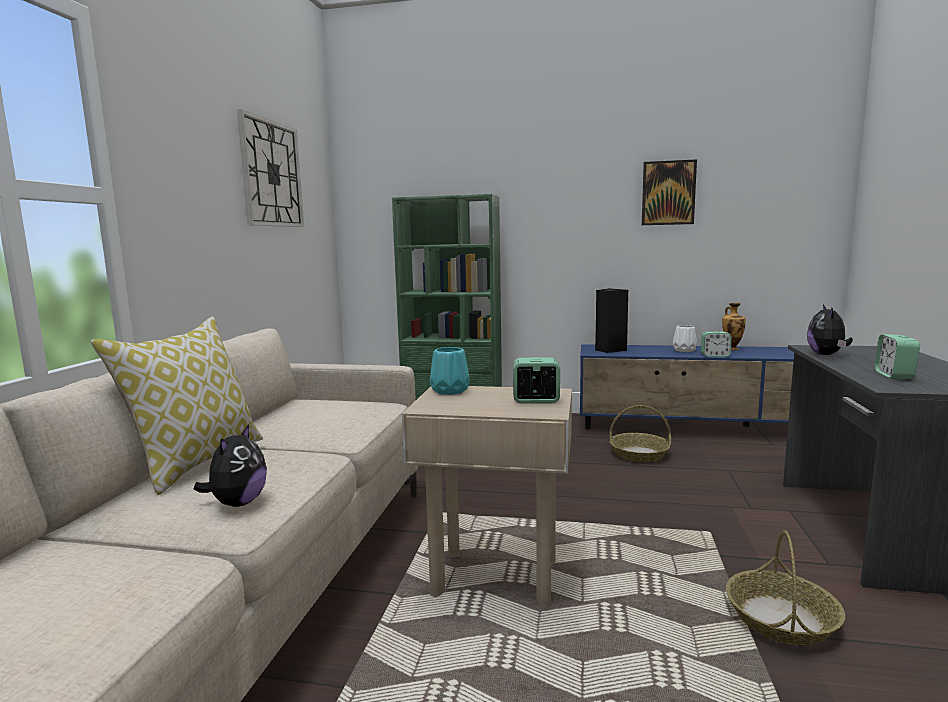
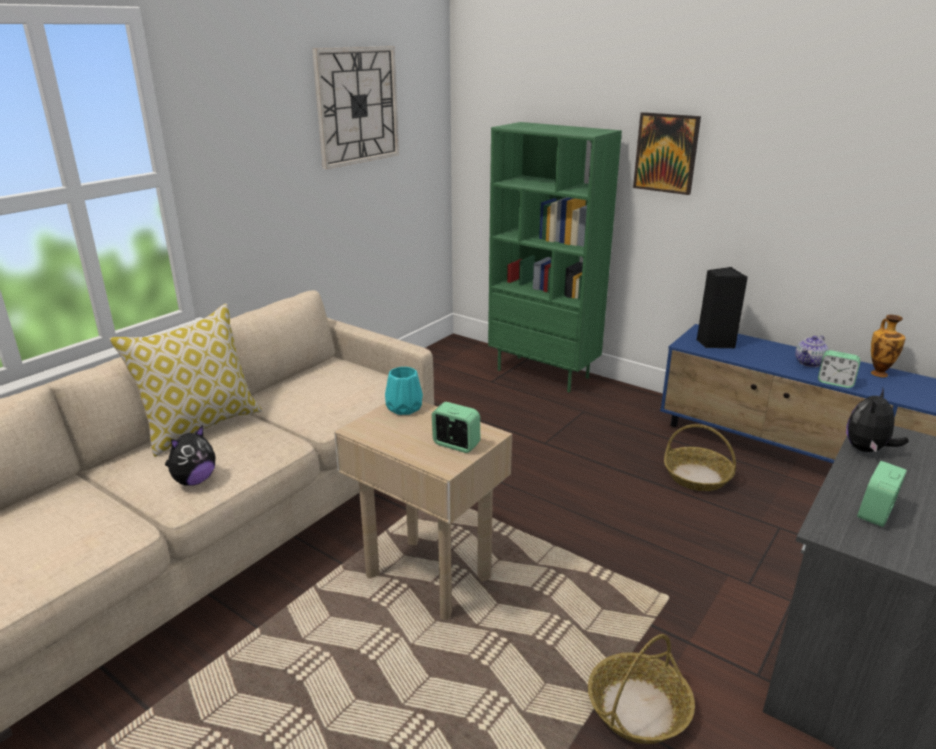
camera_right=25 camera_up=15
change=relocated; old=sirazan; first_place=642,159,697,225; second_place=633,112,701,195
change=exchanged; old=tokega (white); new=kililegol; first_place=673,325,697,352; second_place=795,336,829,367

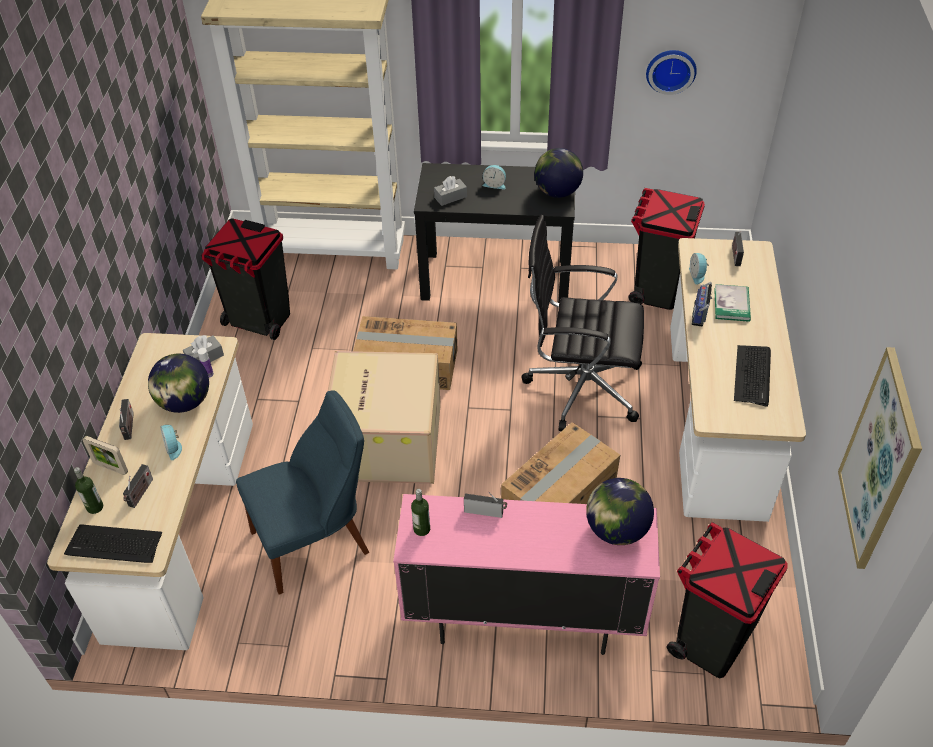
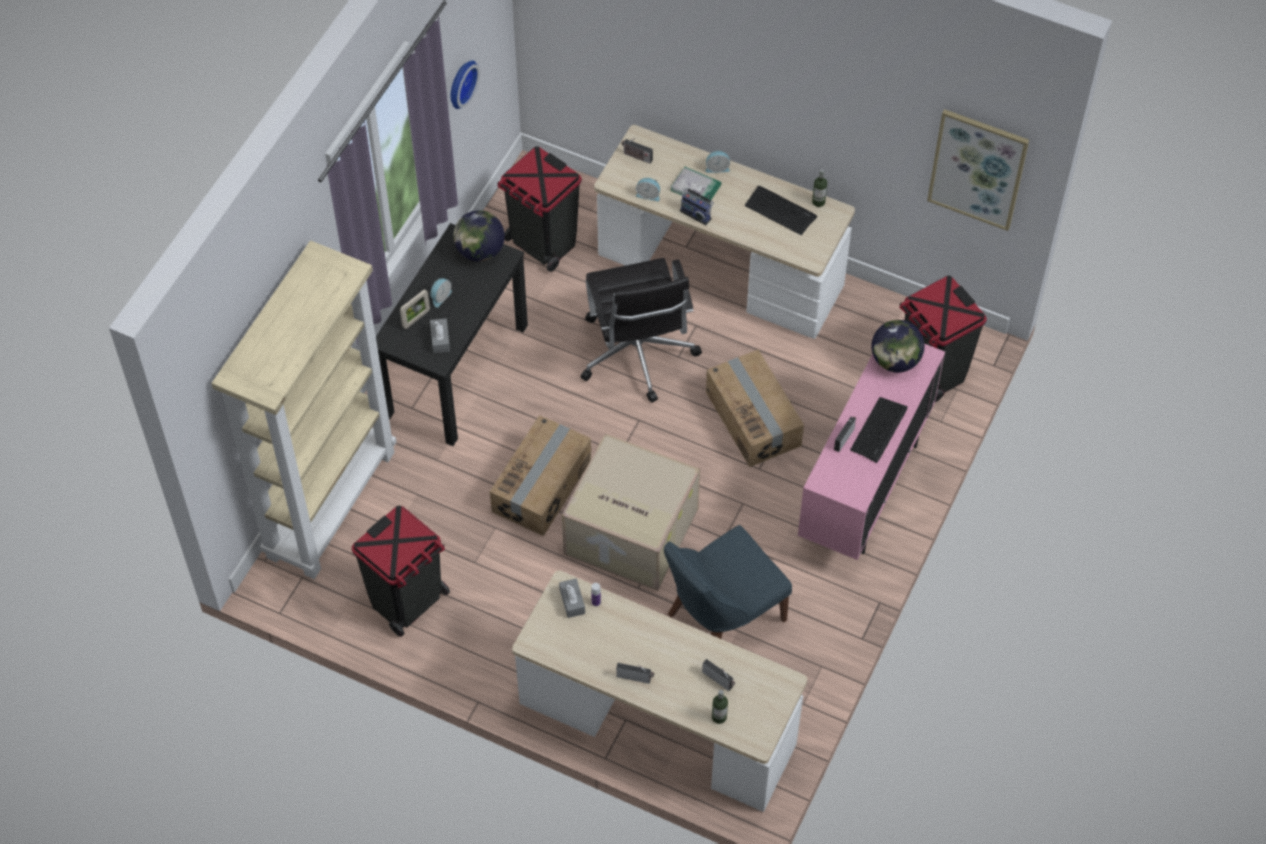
camera_right=-70 camera_up=10
change=missing; old=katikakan; first_place=148,354,209,413
change=relocated; old=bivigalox; first_place=64,524,162,563; second_place=850,397,908,463
change=relocated; old=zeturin; first_place=82,436,128,475; second_place=400,289,430,329
change=relocated; old=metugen; first_place=160,425,182,460; second_place=705,151,730,173
change=relocated; old=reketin; first_place=411,489,430,536; second_place=812,169,827,207
change=spun; old=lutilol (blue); first_place=236,390,369,595; second_place=664,525,792,639; degrees=-120
change=spun; old=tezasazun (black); first_place=521,214,644,431; second_place=581,258,702,403; degrees=-45

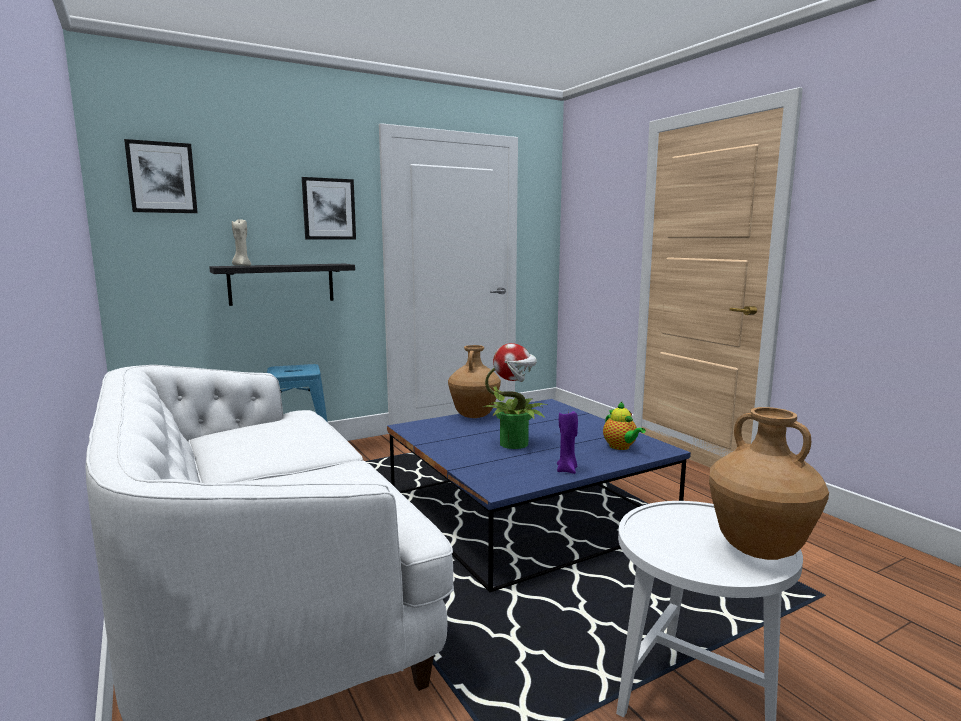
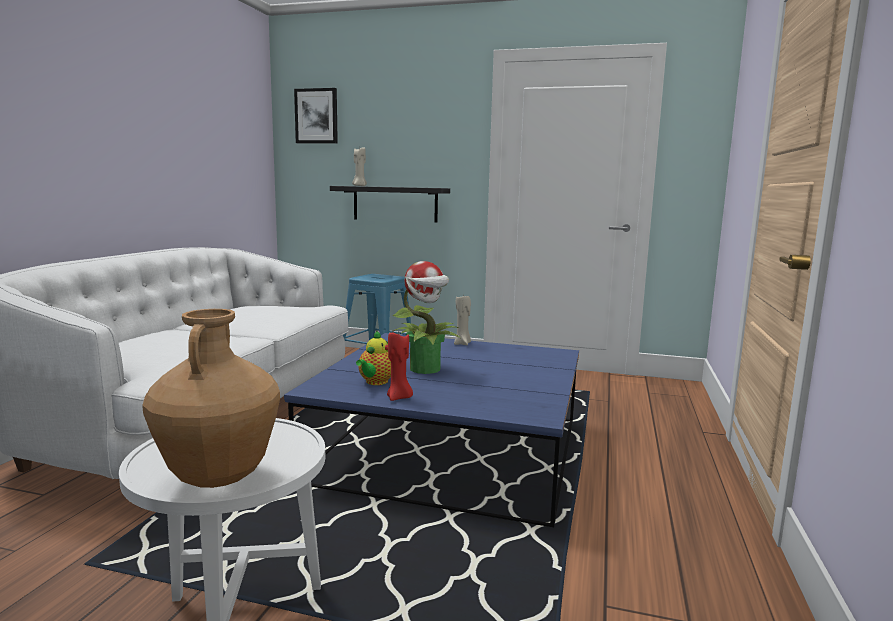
camera_right=45 camera_up=0
change=missing; old=sirazan; first_place=302,177,356,240
change=relocated; old=kililegol; first_place=603,402,646,450; second_place=356,330,391,385
change=exchanged; old=tokega (brown); new=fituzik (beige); first_place=448,345,501,418; second_place=454,294,471,345
change=colour; old=fituzik (purple); new=fituzik (red); first_place=557,409,578,474; second_place=387,332,413,401

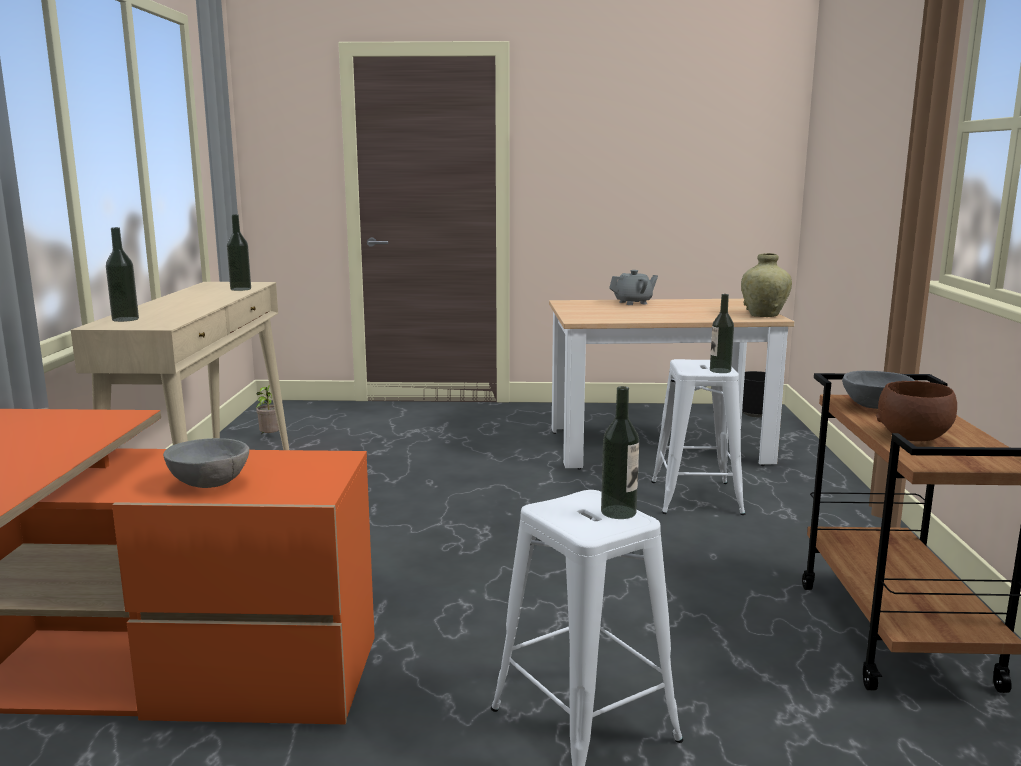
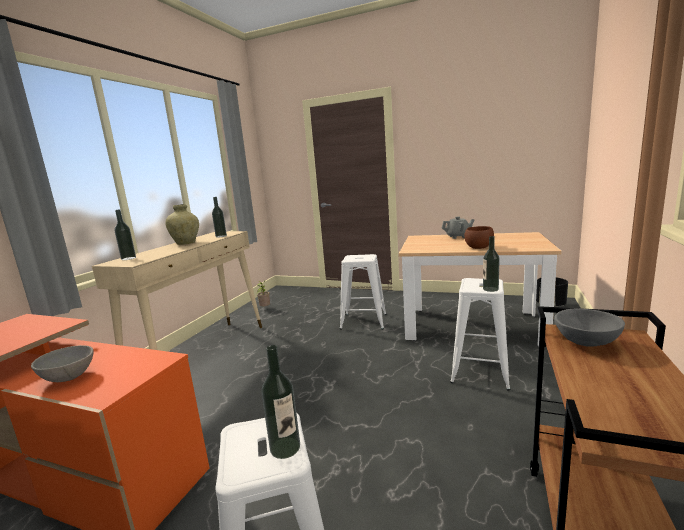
camera_right=20 camera_up=0
change=appeared; new=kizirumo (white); second_place=340,254,386,330
change=relocated; old=tokega (beige); first_place=741,253,792,317; second_place=165,204,199,245
change=relocated; old=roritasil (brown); first_place=876,381,957,441; second_place=464,226,494,249

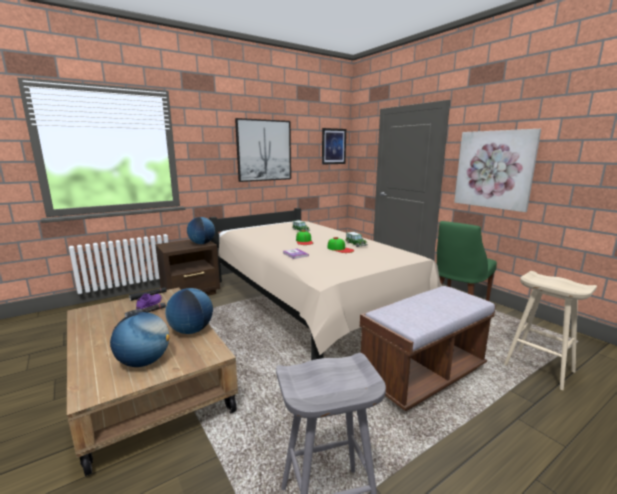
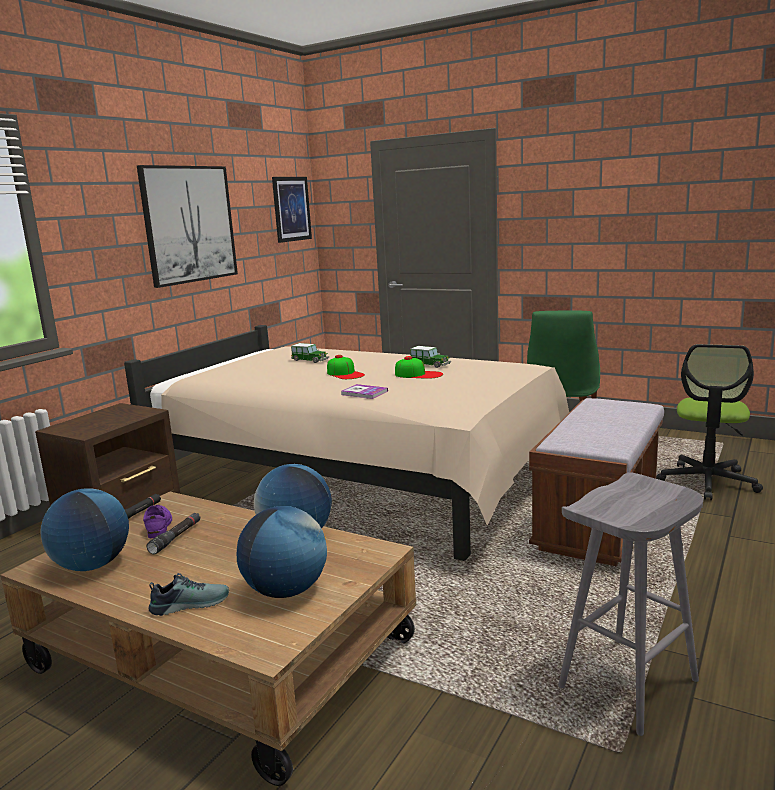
camera_right=-25 camera_up=0
change=missing; old=sirazan; first_place=454,129,541,212
change=appeared; new=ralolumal; second_place=149,573,229,616
change=relocated; old=katikakan; first_place=187,217,215,244; second_place=40,488,129,571
change=exchanged; old=kizirumo (beige); new=tezasazun; first_place=504,271,597,390; second_place=656,344,763,500

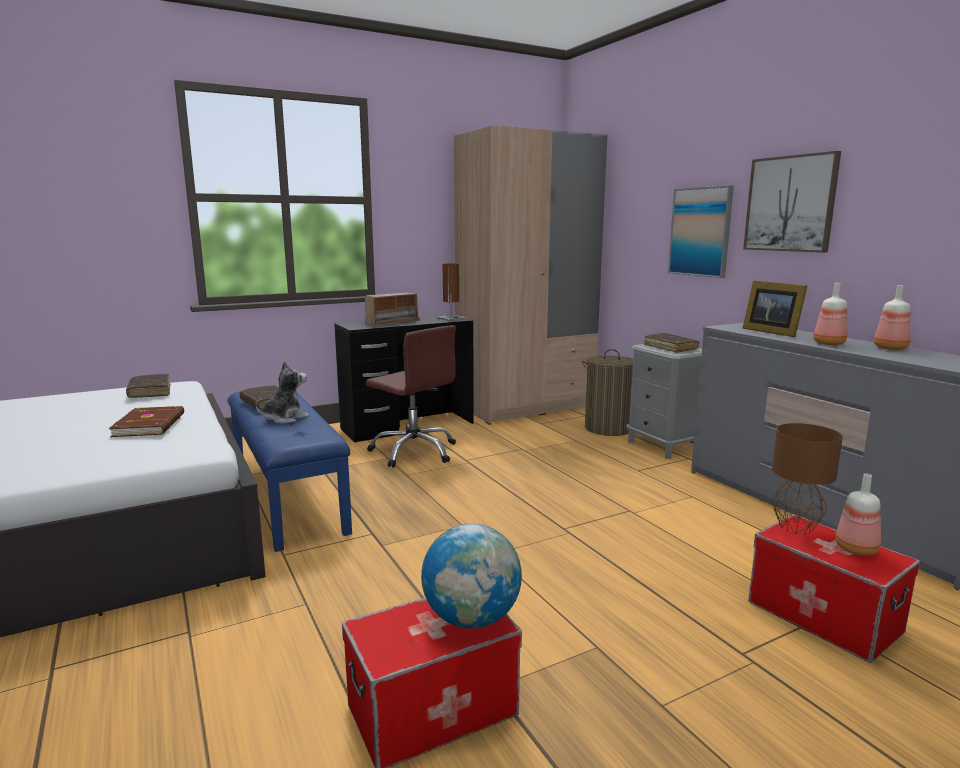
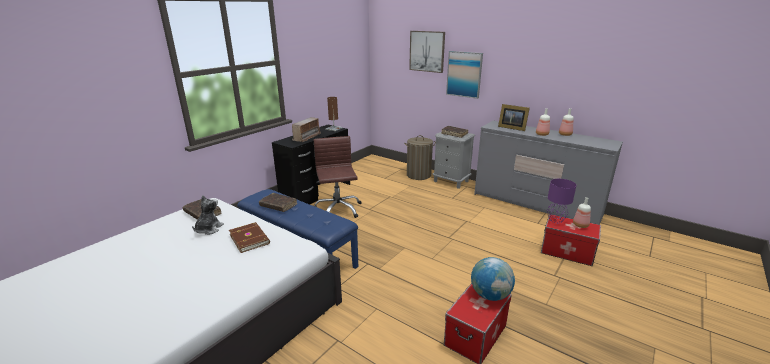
camera_right=-25 camera_up=10
change=missing; old=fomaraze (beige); first_place=454,125,607,425
change=relocated; old=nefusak; first_place=255,361,309,424; second_place=192,195,224,235
change=relocated; old=sirazan; first_place=743,151,841,253; second_place=409,31,445,73
change=colour; old=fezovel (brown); new=fezovel (purple); first_place=772,423,843,535; second_place=547,179,576,223
change=spun; old=tezasazun (brown); first_place=366,325,456,468; second_place=314,136,362,218; degrees=-120

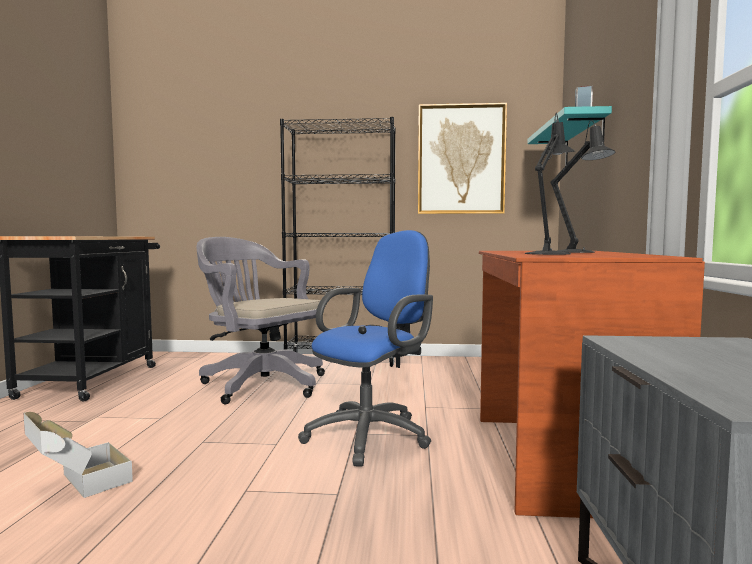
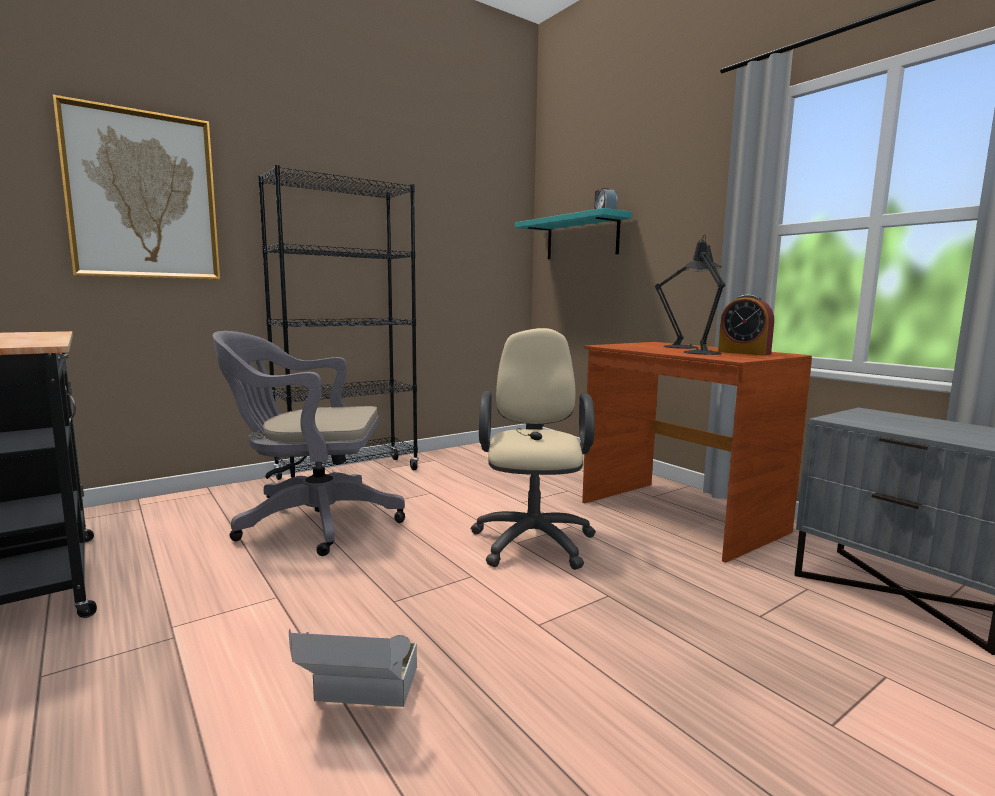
camera_right=-40 camera_up=5
change=appeared; new=metugen; second_place=718,295,774,356
change=relocated; old=sirazan; first_place=418,103,507,214; second_place=53,95,220,279
change=colour; old=tezasazun (blue); new=tezasazun (beige); first_place=298,230,433,467; second_place=471,328,596,570

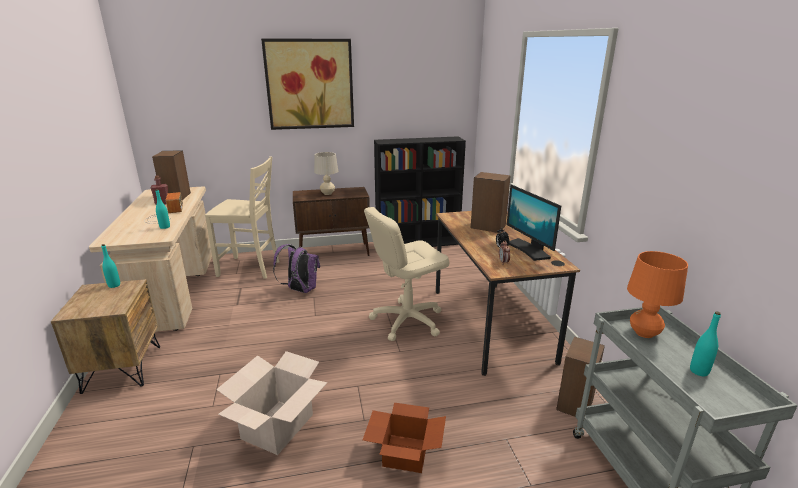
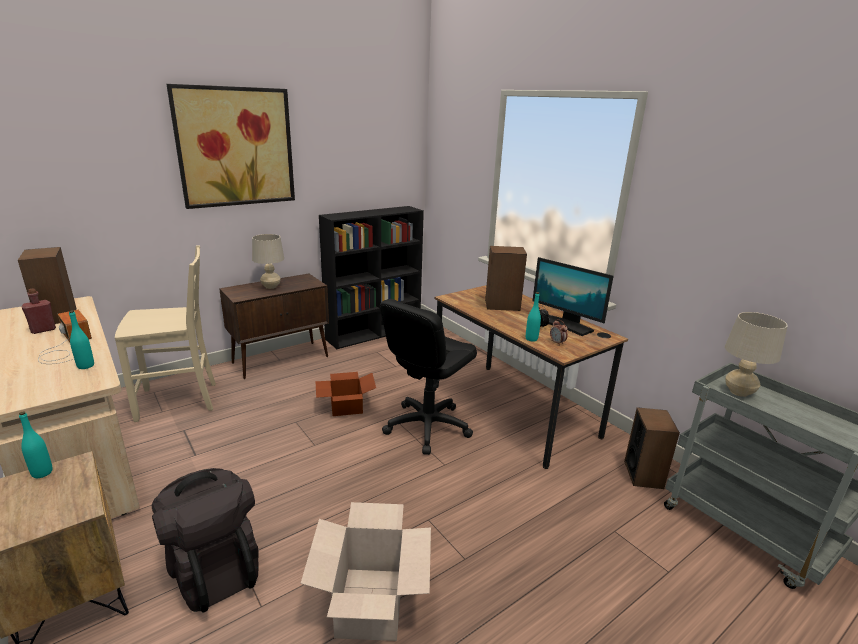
camera_right=-25 camera_up=0
change=missing; old=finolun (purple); first_place=273,244,320,293
change=appeared; new=finolun (black); second_place=152,468,258,612
change=relocated; old=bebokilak; first_place=363,403,446,473; second_place=315,372,376,416
change=relocated; old=reketin (turquoise); first_place=690,311,721,376; second_place=526,292,541,342
change=colour; old=tezasazun (beige); new=tezasazun (black); first_place=364,207,449,341; second_place=380,299,477,455
change=colour; old=fezovel (orange); new=fezovel (beige); first_place=627,251,688,338; second_place=725,312,788,397

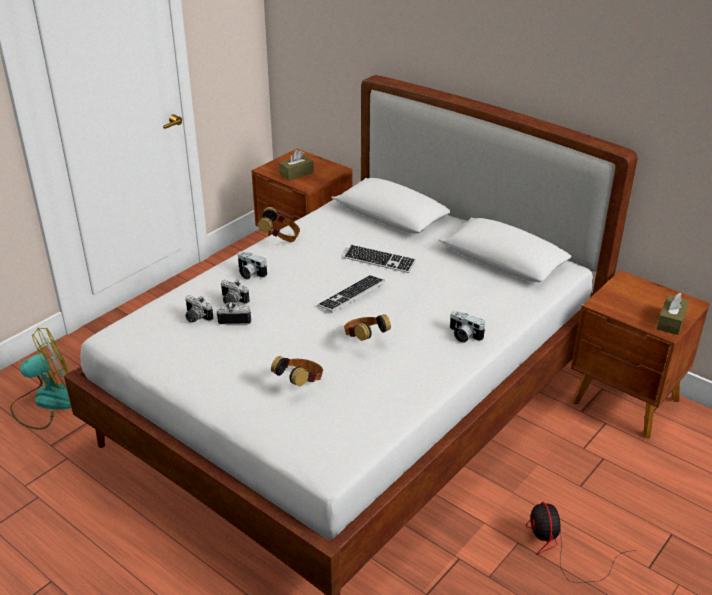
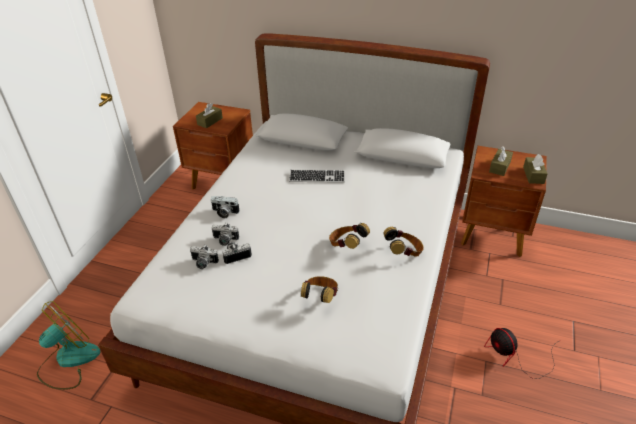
camera_right=-20 camera_up=5
change=missing; old=bivigalox; first_place=317,275,385,313
change=missing; old=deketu; first_place=450,310,485,343
change=appeared; new=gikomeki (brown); second_place=489,146,513,176
change=relocated; old=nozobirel; first_place=258,207,300,242; second_place=383,227,424,257

